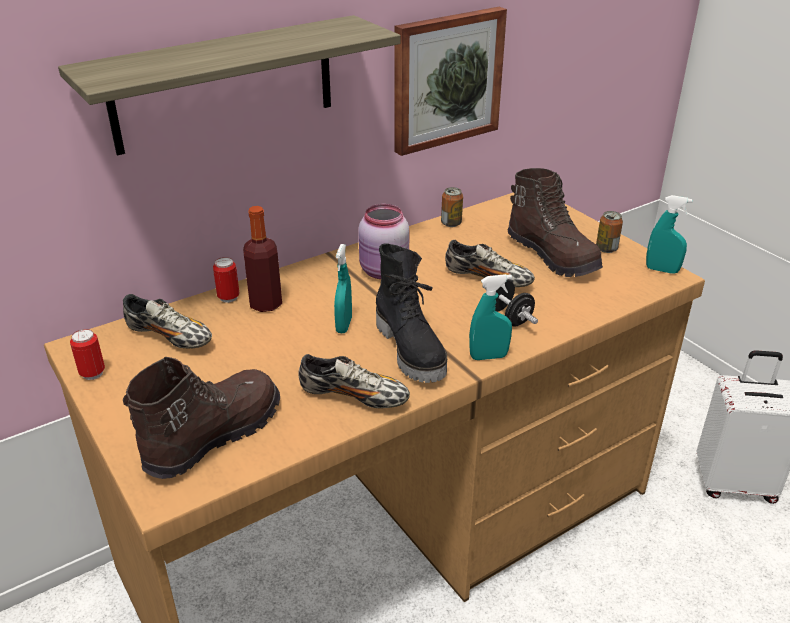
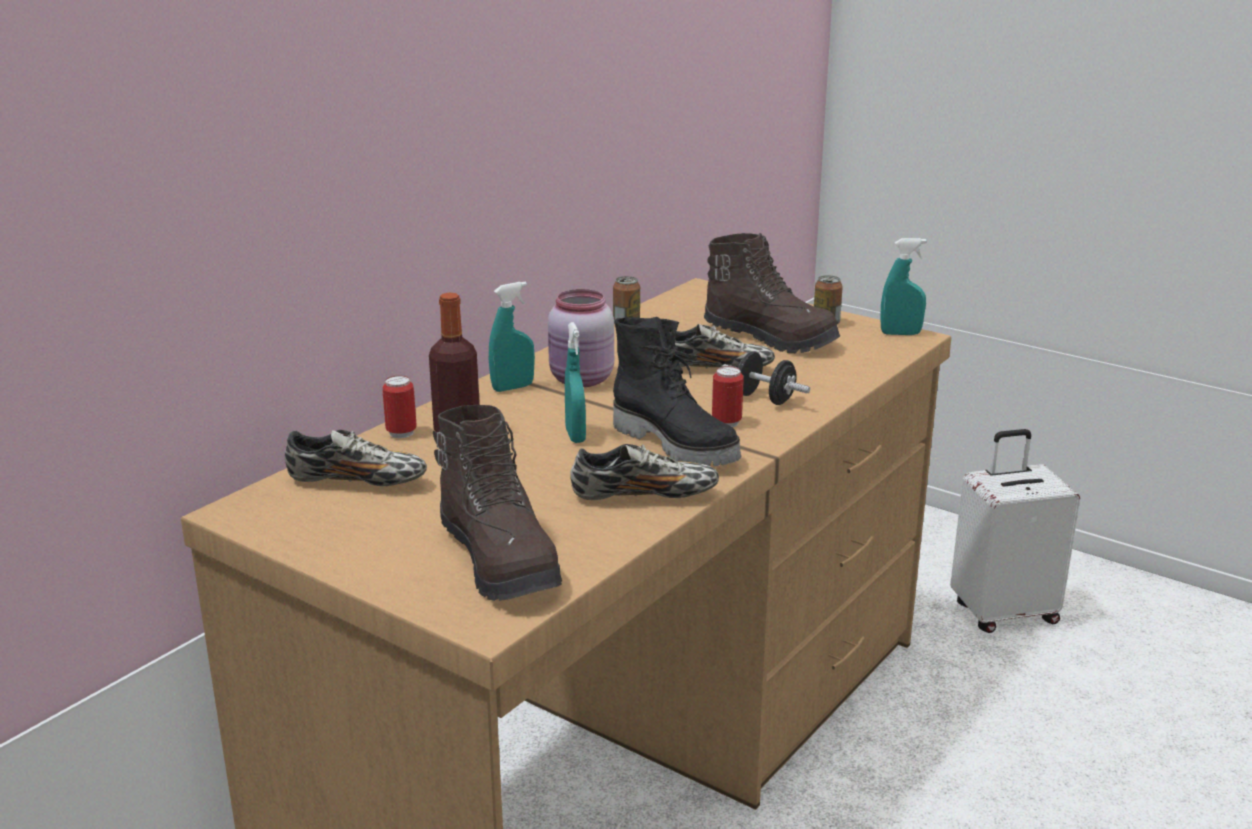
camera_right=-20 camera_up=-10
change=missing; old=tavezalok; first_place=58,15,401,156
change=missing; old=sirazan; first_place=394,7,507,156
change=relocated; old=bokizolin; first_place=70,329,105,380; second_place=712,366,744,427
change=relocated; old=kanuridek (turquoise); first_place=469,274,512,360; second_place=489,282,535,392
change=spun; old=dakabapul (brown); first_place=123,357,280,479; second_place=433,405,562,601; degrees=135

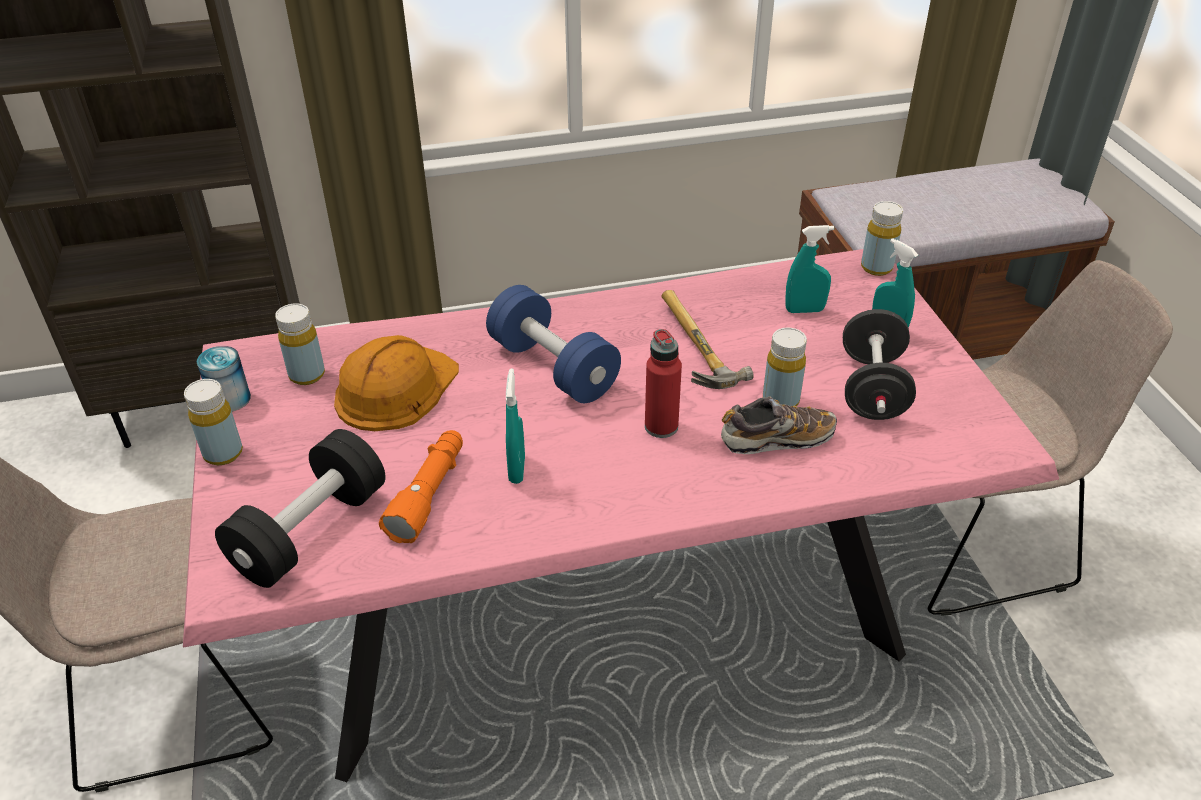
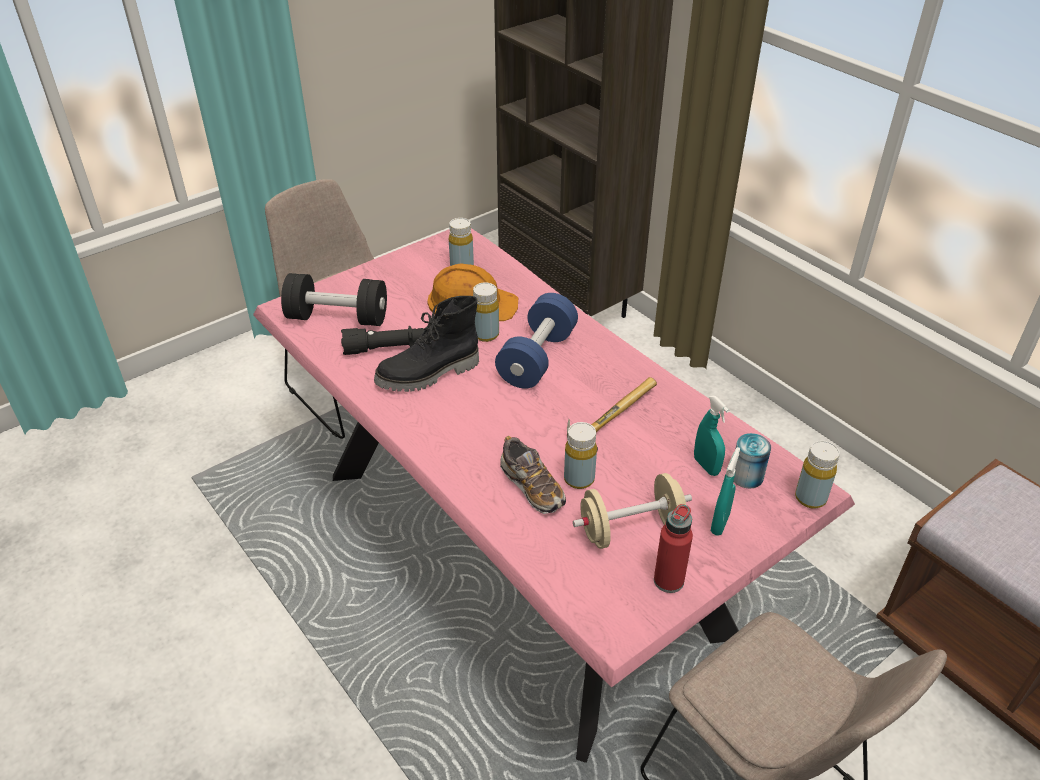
camera_right=65 camera_up=0
change=relocated; old=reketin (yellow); first_place=184,379,243,465; second_place=473,282,499,342
change=relocated; old=bokizolin; first_place=197,346,251,412; second_place=734,433,771,488
change=relocated; old=reketin (red); first_place=645,329,682,438; second_place=654,504,693,593
change=exchanged; old=kanuridek (turquoise); new=dakabapul (black); first_place=506,368,525,484; second_place=374,296,479,392
change=colour; old=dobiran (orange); new=dobiran (black); first_place=379,430,463,543; second_place=341,326,424,355
change=colour; old=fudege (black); new=fudege (beige); first_place=843,309,916,420; second_place=573,473,692,549

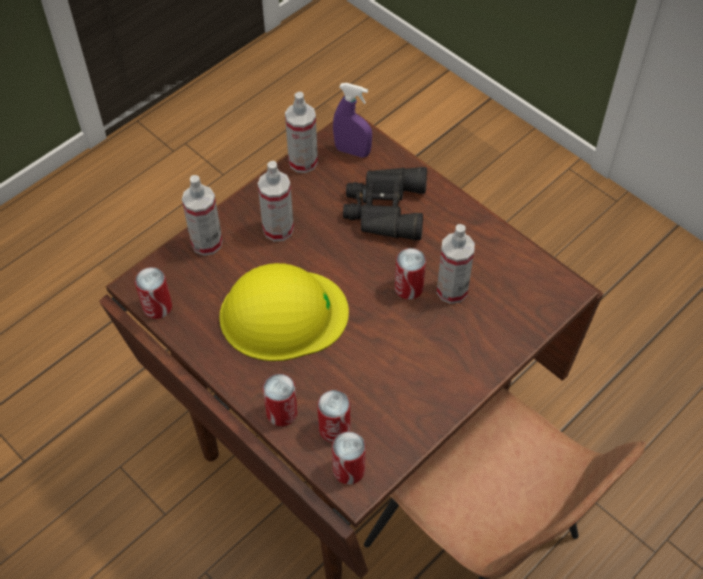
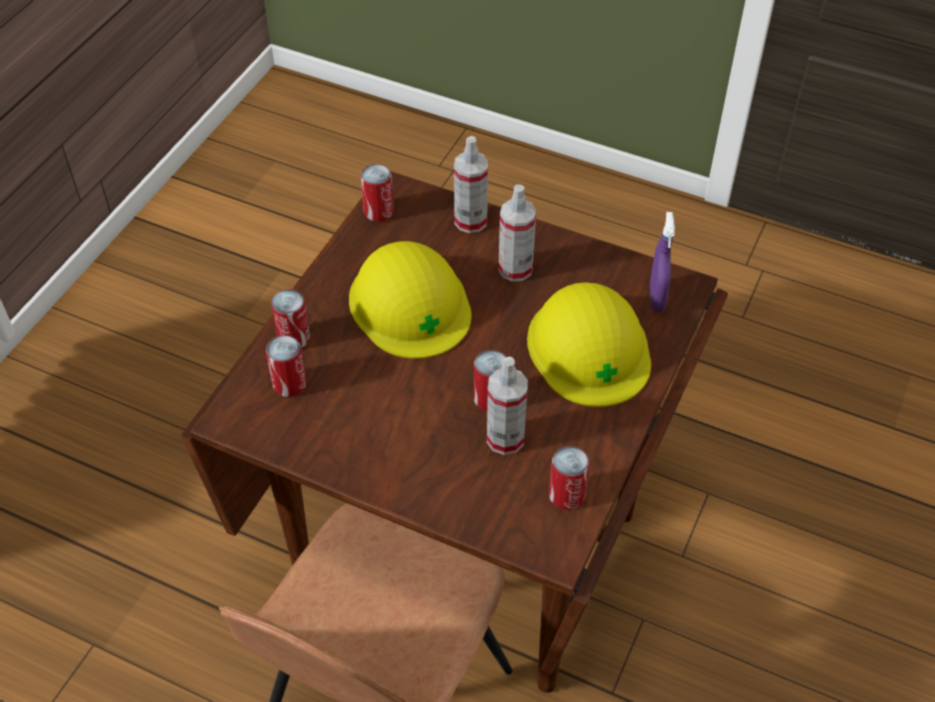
camera_right=70 camera_up=-5
change=missing; old=kanuridek; first_place=285,92,318,173
change=relocated; old=bokizolin; first_place=332,431,366,484; second_place=549,446,589,510
change=exchanged; old=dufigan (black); new=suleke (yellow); first_place=343,167,427,240; second_place=527,282,651,407

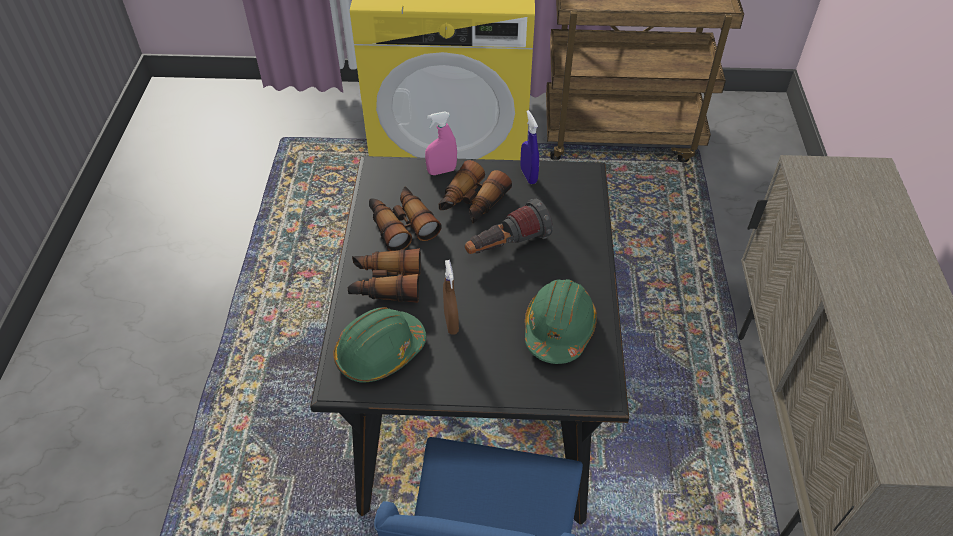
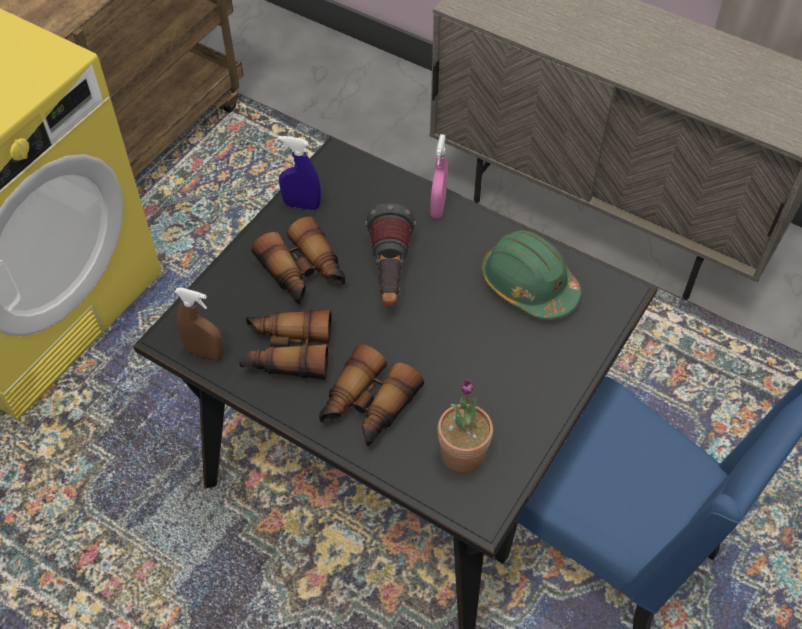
camera_right=-60 camera_up=5
change=relocated; old=kanuridek (pink); first_place=425,111,457,175; second_place=430,134,447,219
change=relocated; old=kanuridek (brown); first_place=443,260,459,335; second_place=175,287,224,360
change=exchanged; old=suleke (green); new=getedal; first_place=333,307,426,383; second_place=438,379,493,473

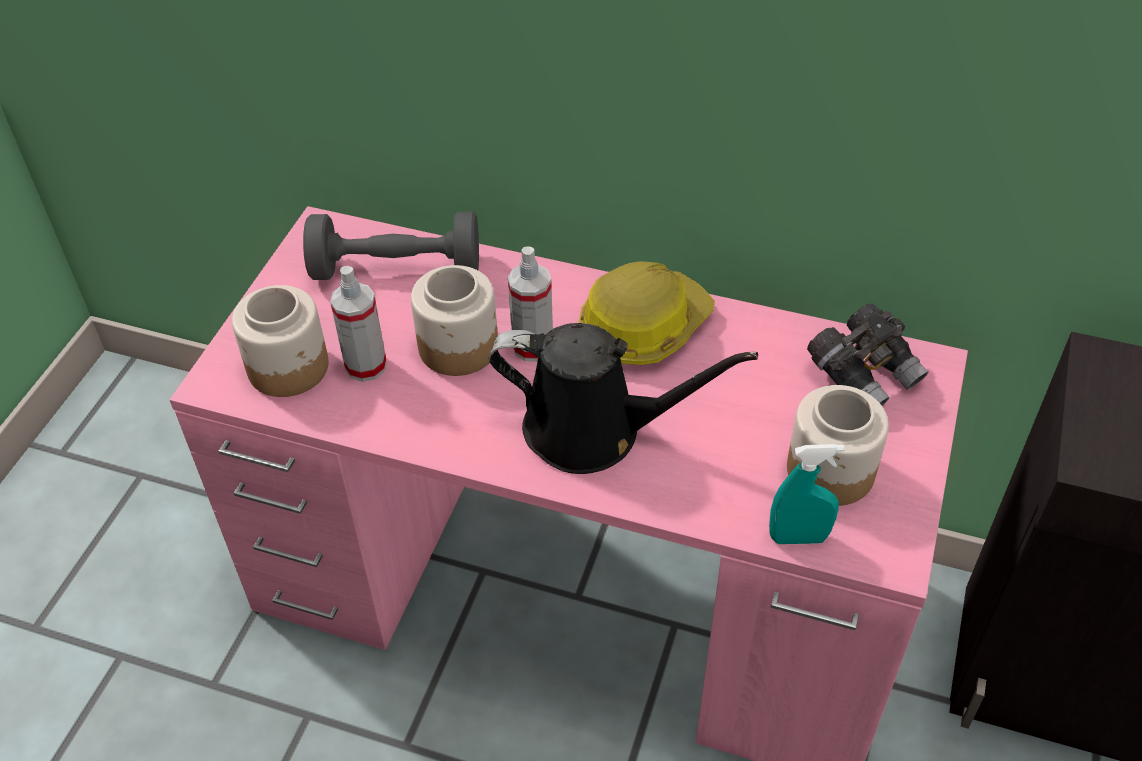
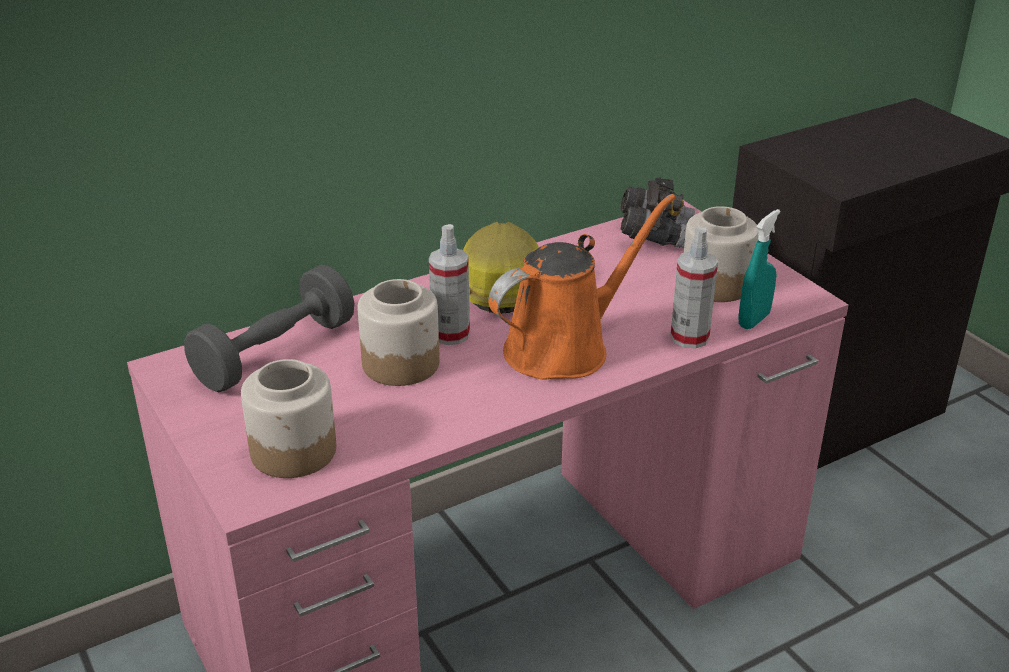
camera_right=-50 camera_up=-15
change=relocated; old=kanuridek; first_place=330,266,387,382; second_place=671,228,718,349
change=colour; old=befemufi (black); new=befemufi (orange); first_place=489,323,758,474; second_place=488,194,675,380

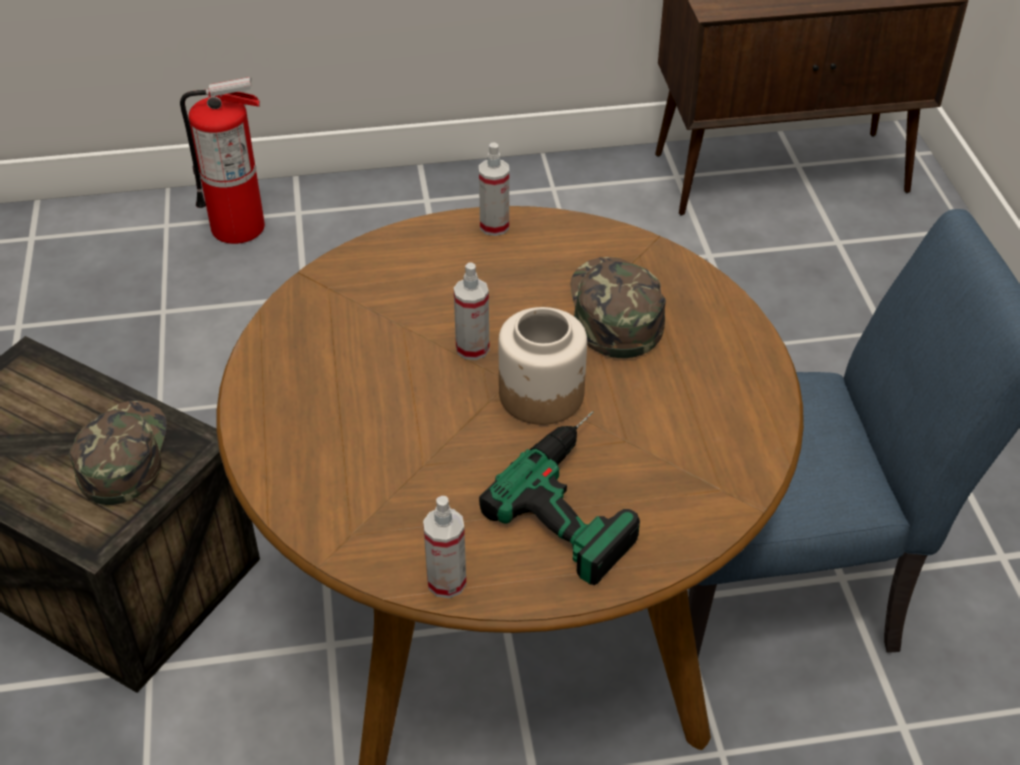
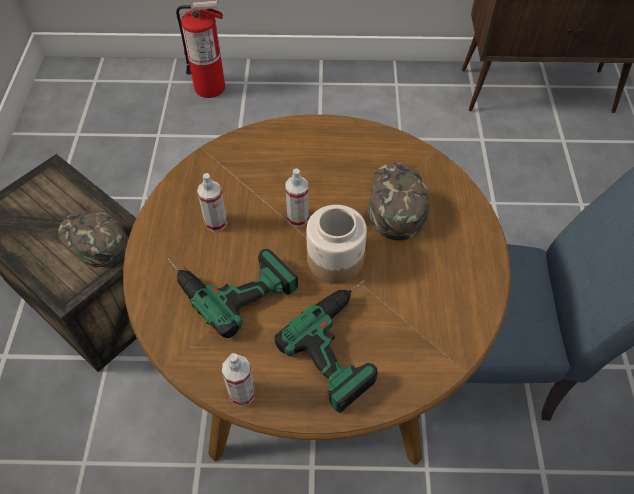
camera_right=10 camera_up=10
change=appeared; new=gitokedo; second_place=168,249,298,338
change=relocated; old=kanuridek; first_place=479,142,509,236; second_place=197,173,227,232
change=spun; old=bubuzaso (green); first_place=70,401,167,505; second_place=58,211,128,267; degrees=-60

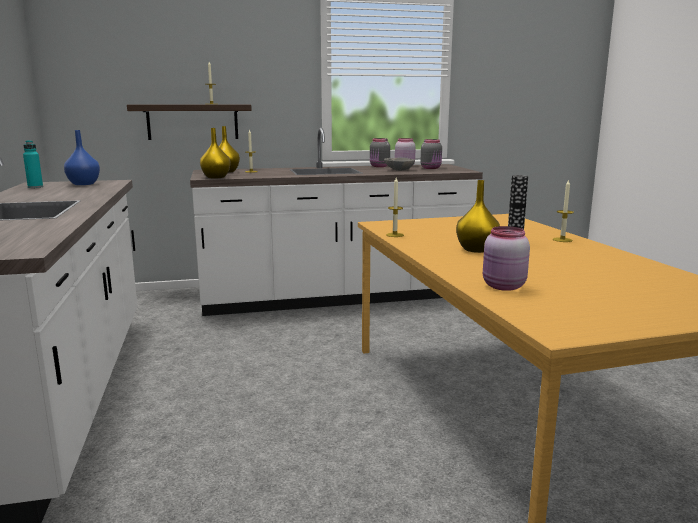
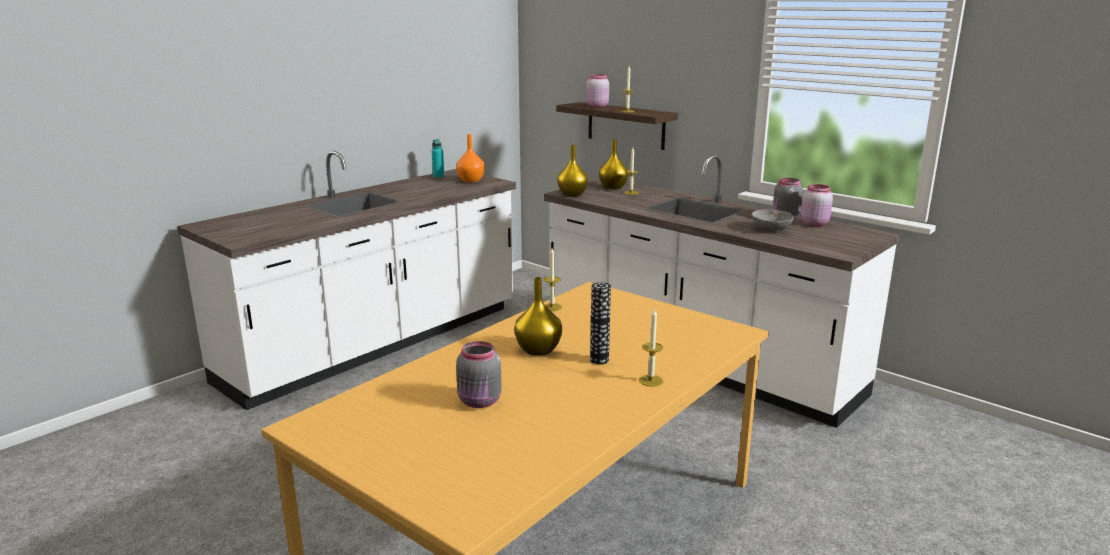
camera_right=55 camera_up=5
change=relocated; old=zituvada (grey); first_place=420,139,442,169; second_place=456,341,502,408
change=relocated; old=zituvada (pink); first_place=483,226,530,291; second_place=586,74,609,108
change=colour; old=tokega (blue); new=tokega (orange); first_place=64,130,100,185; second_place=456,134,485,182

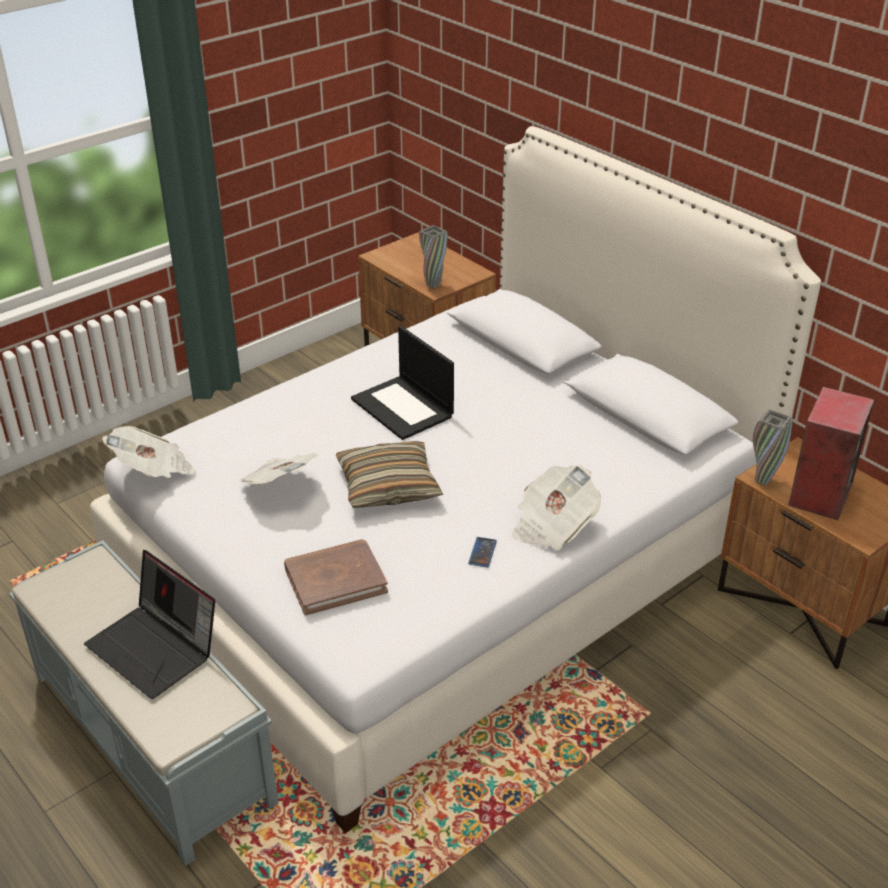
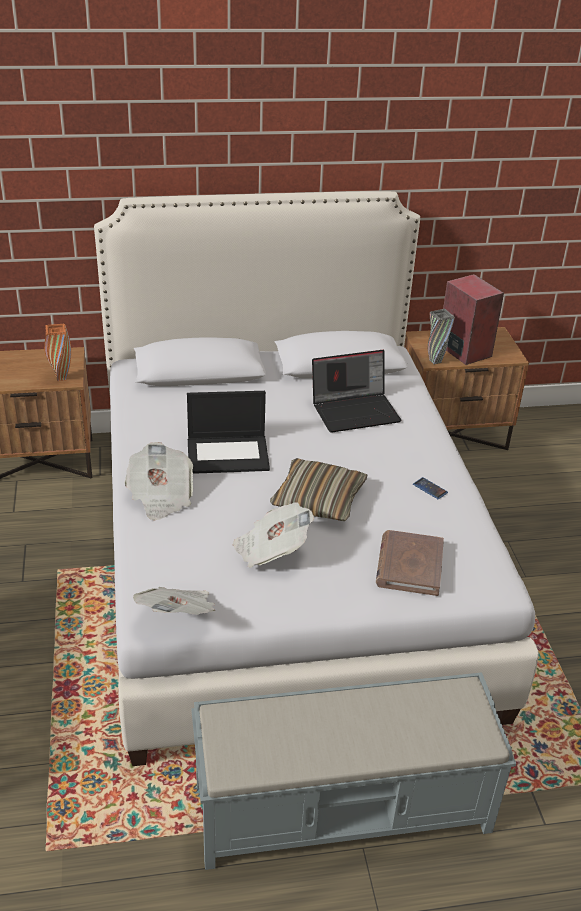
camera_right=-60 camera_up=0
change=relocated; old=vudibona; first_place=84,550,215,699; second_place=312,350,401,433
change=relocated; old=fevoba; first_place=512,465,601,550; second_place=124,442,193,521
change=colour; old=tokega (grey); new=tokega (orange); first_place=419,225,448,289; second_place=44,324,71,381

